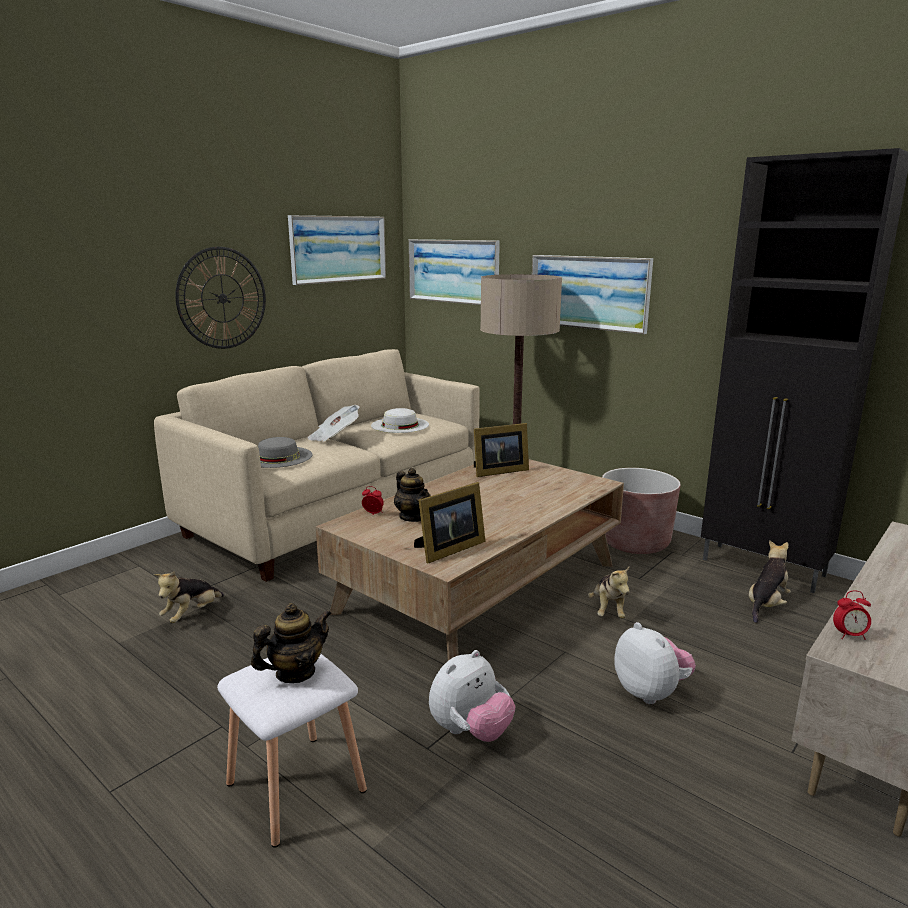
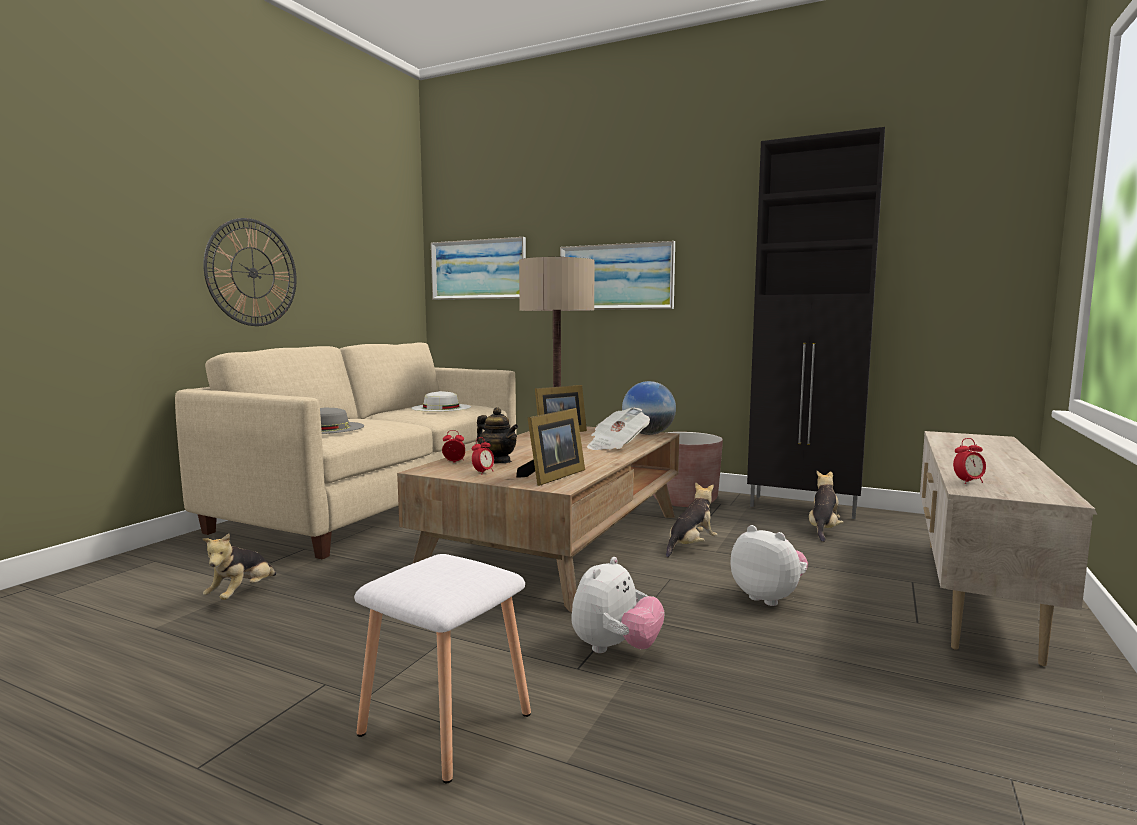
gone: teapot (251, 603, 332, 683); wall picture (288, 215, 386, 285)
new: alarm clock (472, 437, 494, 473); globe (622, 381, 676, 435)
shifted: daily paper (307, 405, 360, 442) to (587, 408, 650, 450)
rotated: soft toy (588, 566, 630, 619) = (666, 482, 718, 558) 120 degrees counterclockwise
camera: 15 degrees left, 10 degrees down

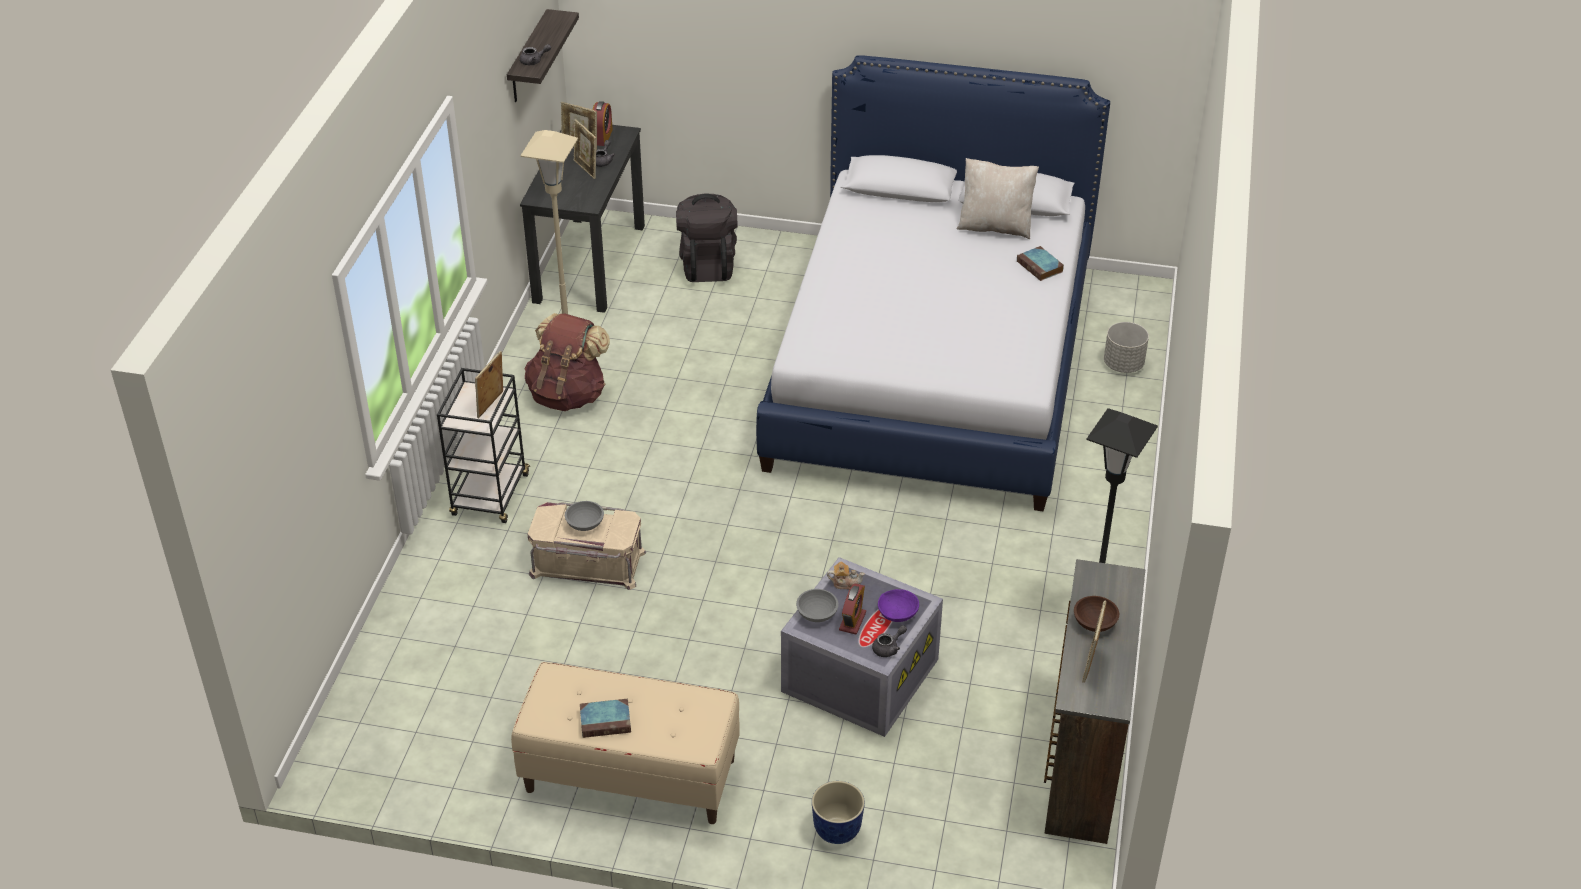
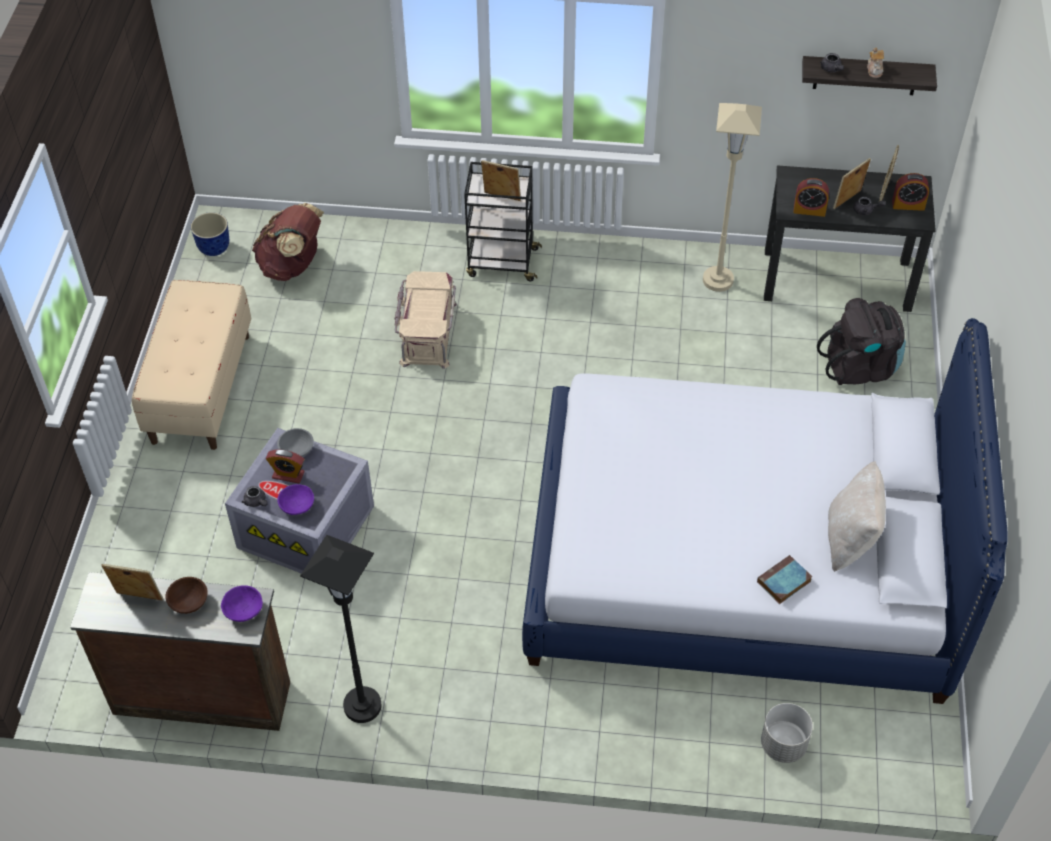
gone: gray serving bowl (565, 501, 604, 531); volume (580, 699, 631, 738)
new: purple-coloured serving bowl (221, 585, 263, 622); alarm clock (793, 178, 829, 217)
shifted: brown knapsack (525, 313, 610, 411) to (252, 203, 324, 281); flower pot (812, 781, 865, 844) to (191, 212, 229, 256); teapot (827, 561, 865, 590) to (867, 47, 884, 78)
camera: 85 degrees right, 10 degrees up

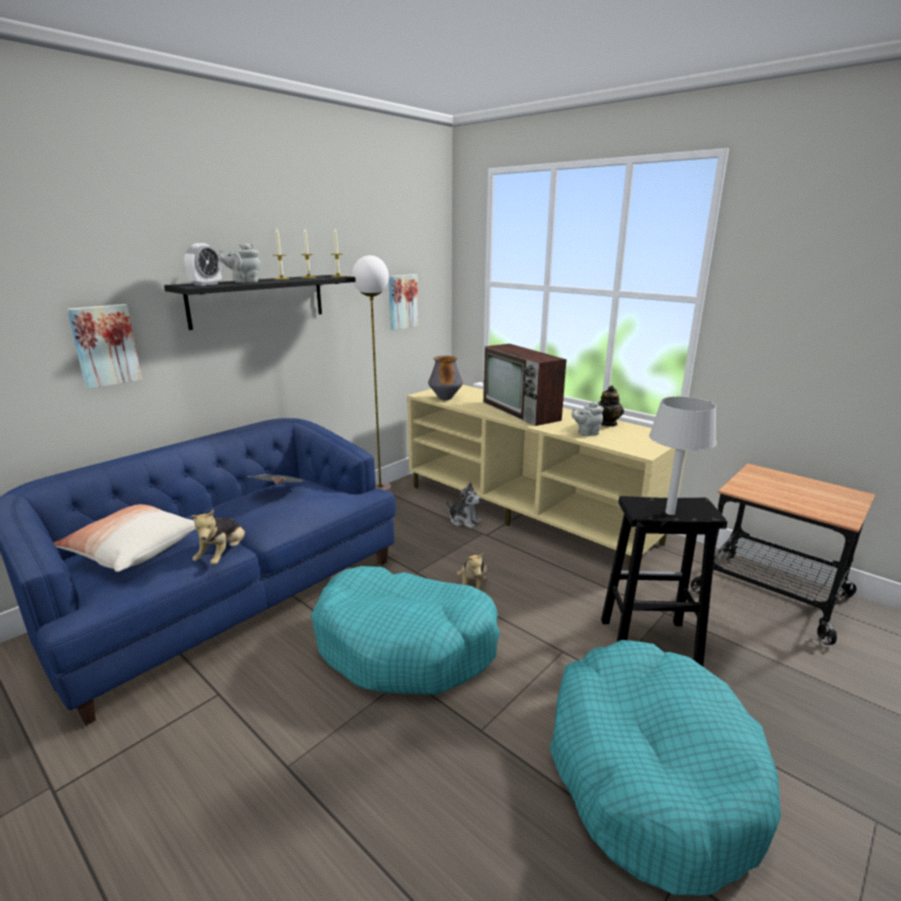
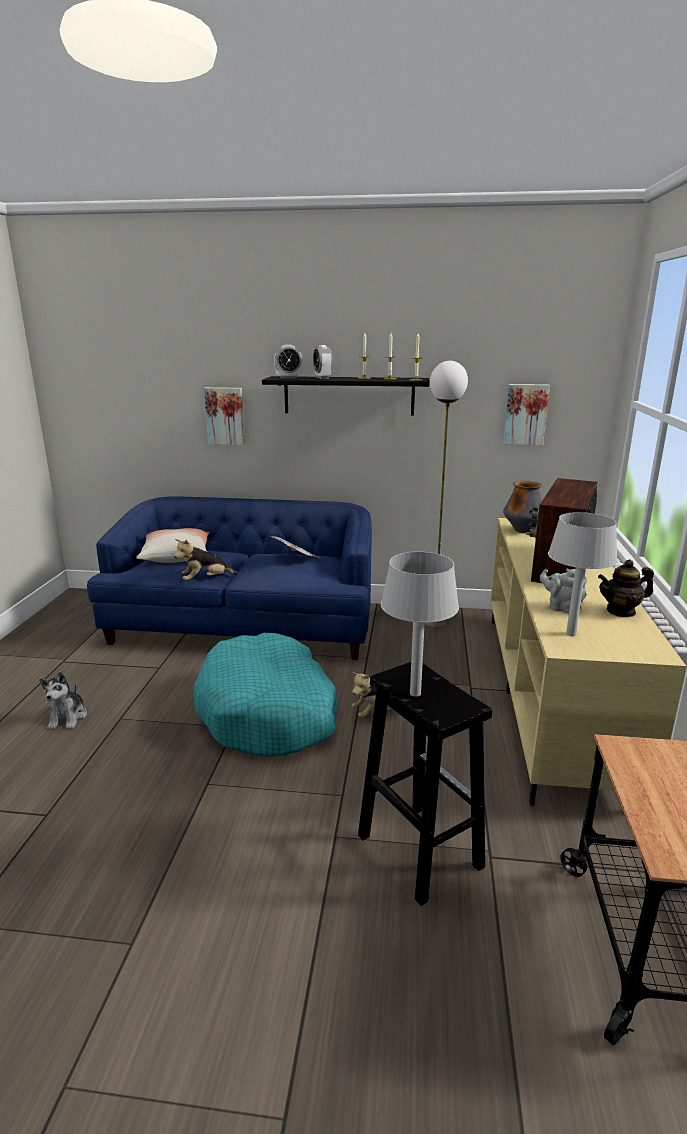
gone: turquoise-coloured pet bed (550, 640, 781, 896)
new: gray lamp for a table (548, 512, 618, 636)
shifted: soft toy (446, 483, 482, 529) to (39, 672, 87, 729)
swapped: gray teapot (219, 243, 261, 283) to alarm clock (313, 345, 333, 379)
camera: 55 degrees right, 0 degrees up

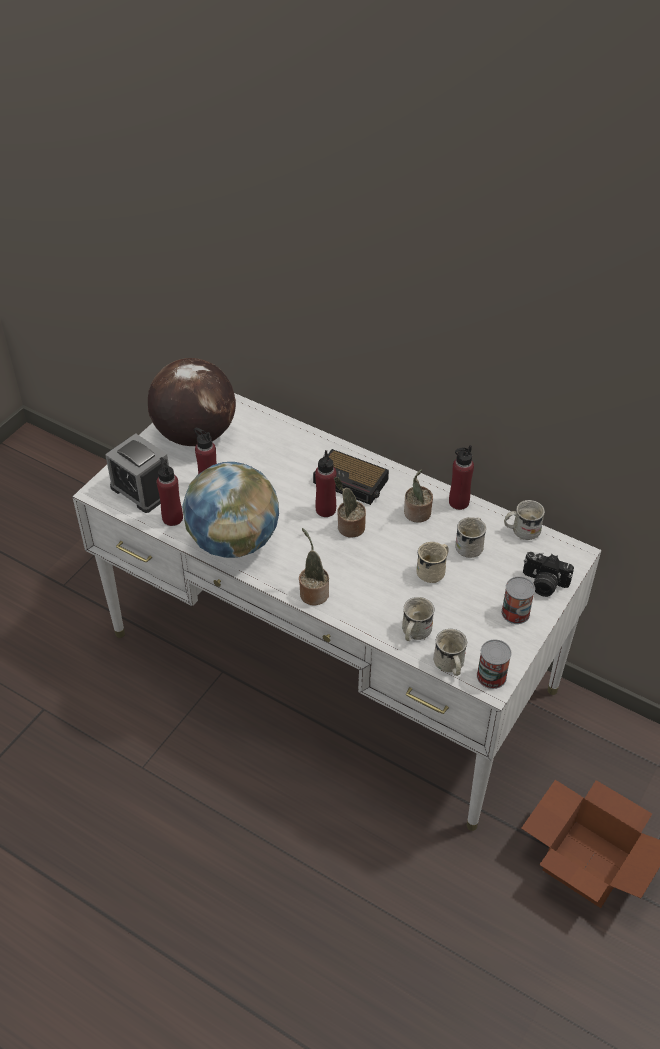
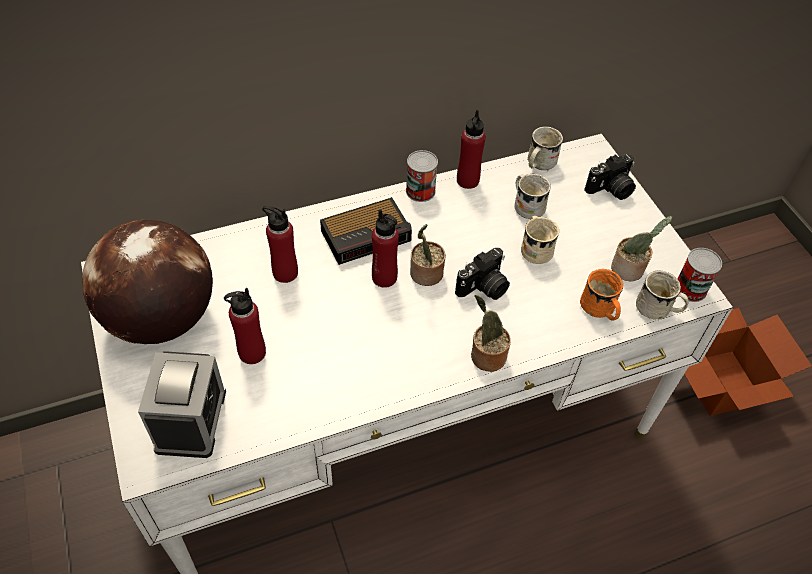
gone: globe (182, 462, 279, 558)
new: photo camera (455, 248, 510, 300)
shifted: red-coloured drink bottle (157, 457, 183, 526) to (262, 206, 298, 283); houseplant (404, 469, 433, 523) to (611, 216, 672, 281); metal can (501, 577, 535, 624) to (406, 150, 438, 202)
repainted: white-coloured mug (402, 597, 435, 641) to orange mug (580, 269, 623, 321)
rotated: alarm clock (105, 433, 169, 513) = (138, 351, 226, 458) 75 degrees counterclockwise
camera: 55 degrees left, 5 degrees up

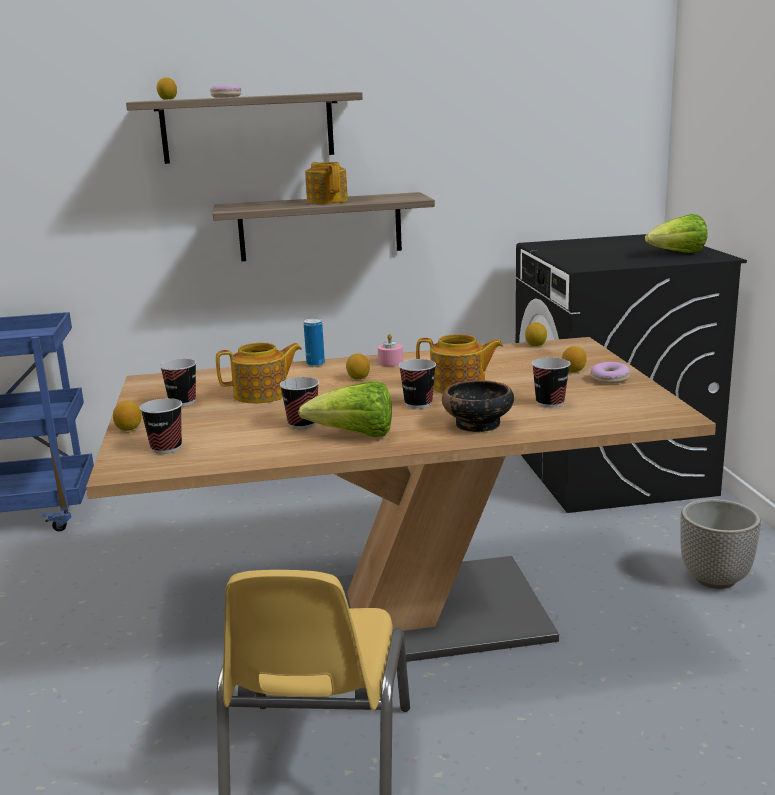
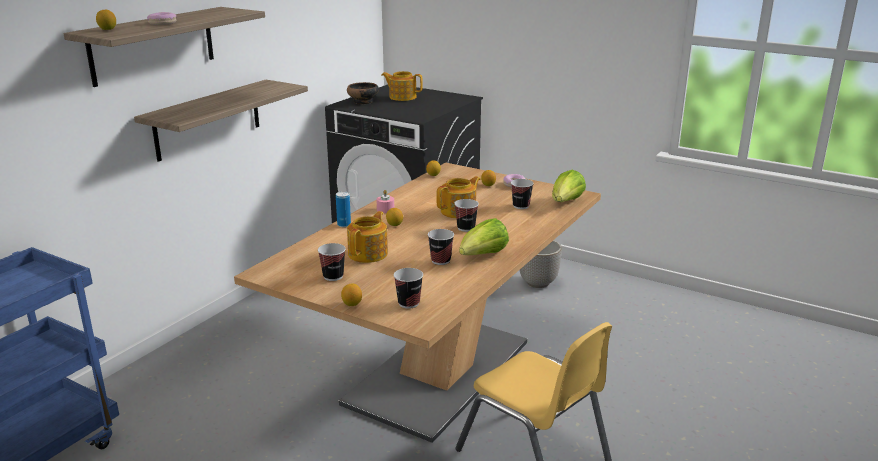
shifted: teapot (305, 162, 348, 204) to (381, 71, 423, 101); serving bowl (442, 380, 514, 432) to (347, 82, 379, 104); head of lettuce (645, 214, 708, 253) to (552, 170, 586, 202)
camera: 50 degrees left, 5 degrees up

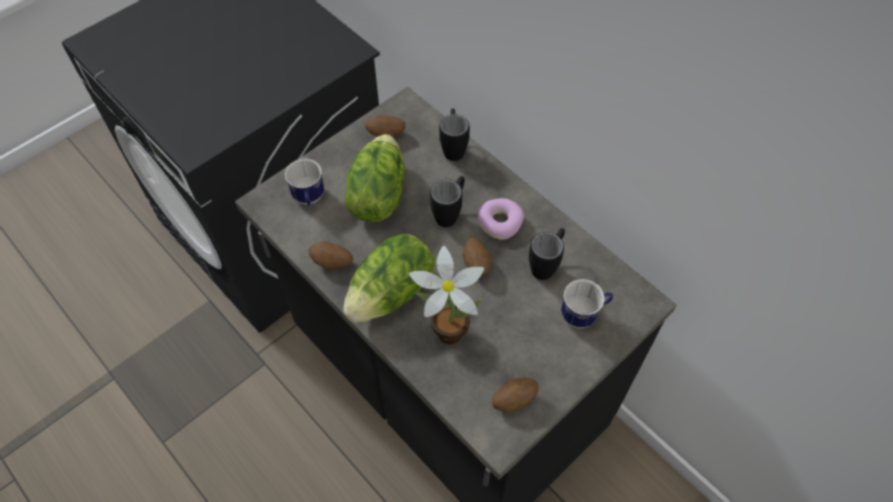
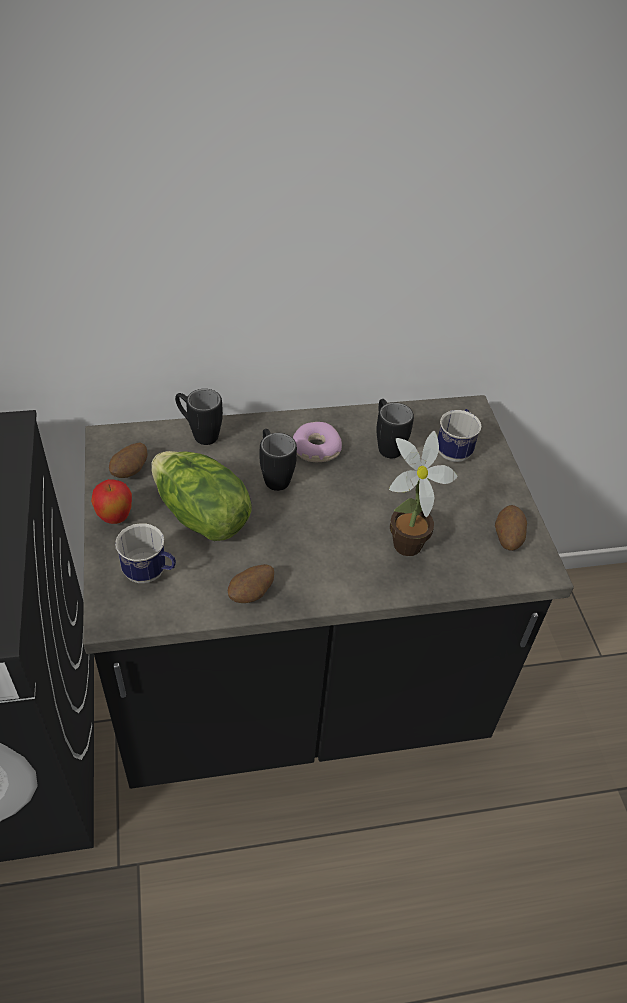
gone: head of lettuce (343, 234, 435, 323); potato (463, 237, 492, 275)
new: whole apple (91, 479, 132, 524)
camera: 60 degrees left, 10 degrees down

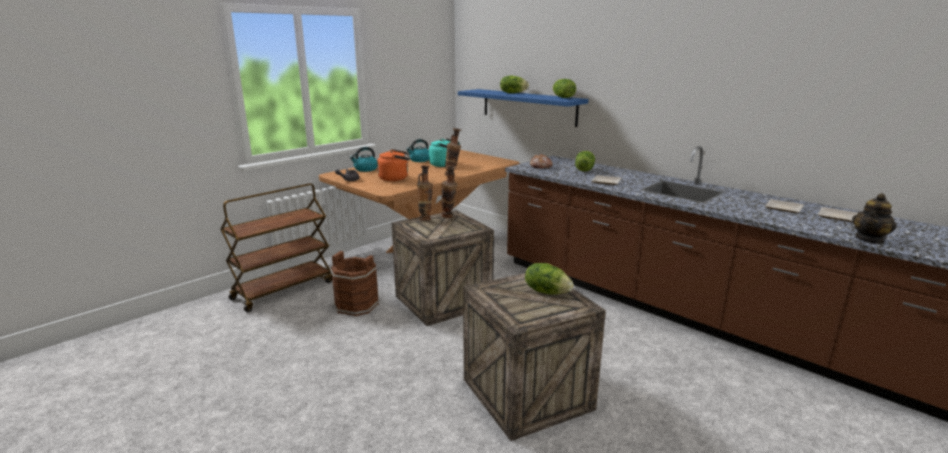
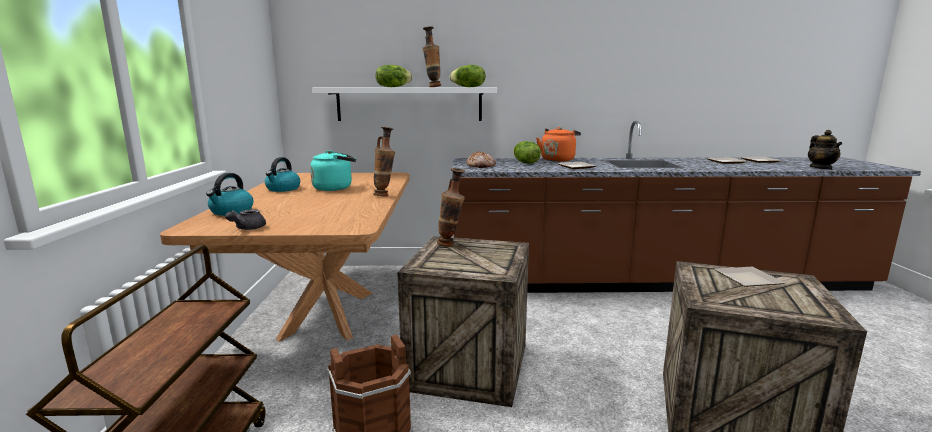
shifted: orange tea kettle (377, 149, 410, 181) to (536, 127, 581, 162); vase (417, 165, 433, 221) to (422, 26, 441, 87)
swapped: head of lettuce (525, 263, 573, 295) to dinner plate (715, 267, 785, 287)
repainted: blue-coloured bracket shelf (458, 89, 588, 127) to white-coloured bracket shelf (312, 88, 497, 121)
camera: 45 degrees left, 5 degrees down

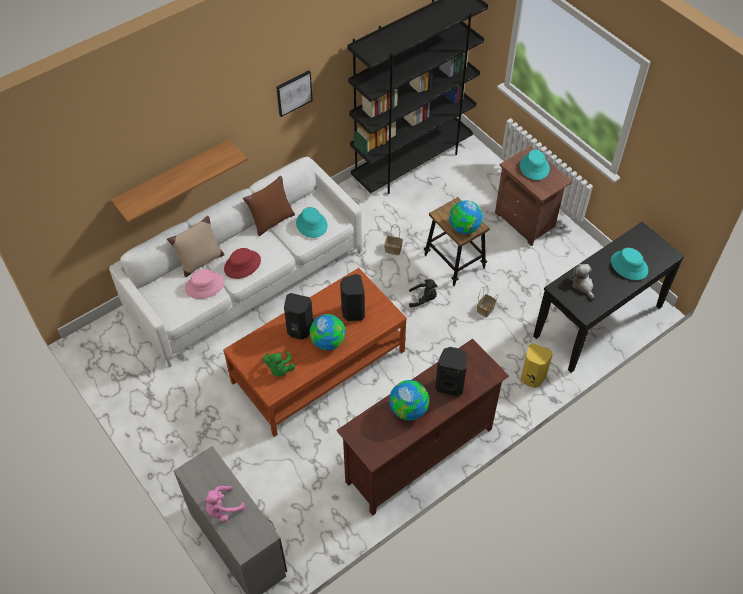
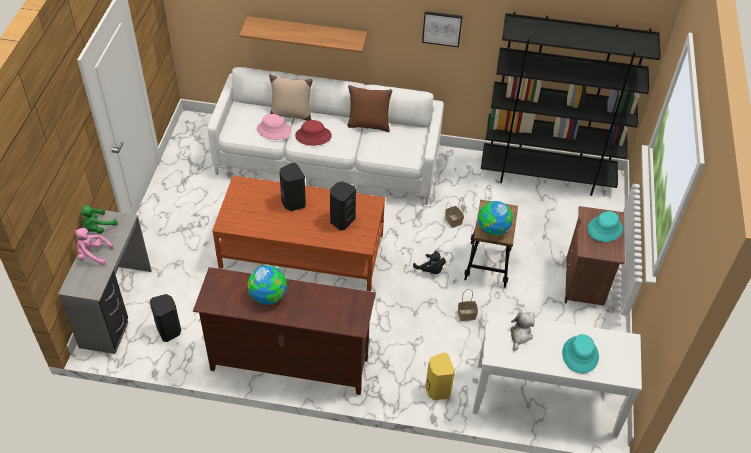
gone: turquoise-coloured clothing hat (296, 207, 328, 238); globe (310, 314, 345, 350)
shifted: greenish soft toy (263, 351, 295, 377) to (79, 205, 118, 234); blackish speaker (435, 347, 467, 397) to (150, 294, 181, 342)
repainted: blackish console table (533, 222, 685, 373) to white-coloured console table (472, 311, 642, 437)
camera: 45 degrees right, 5 degrees down

